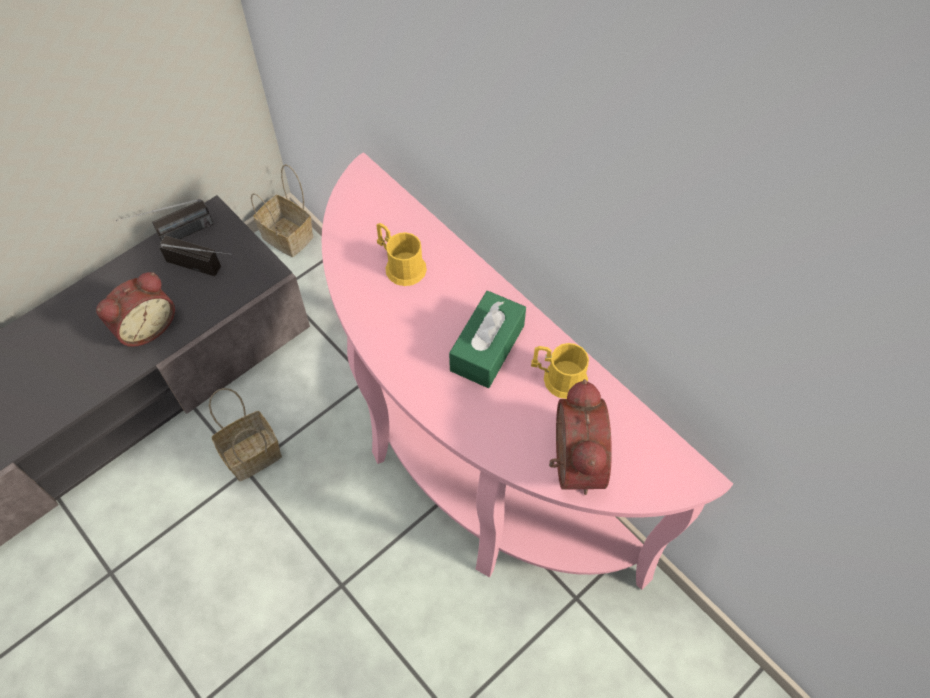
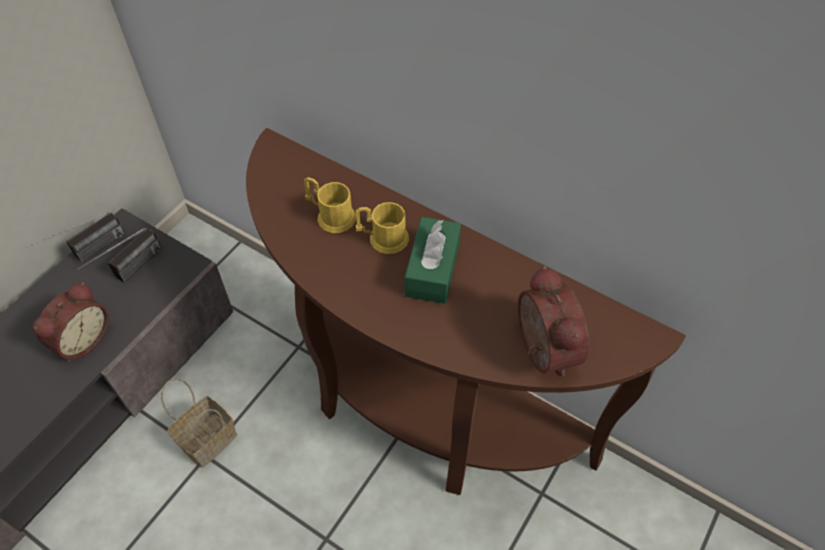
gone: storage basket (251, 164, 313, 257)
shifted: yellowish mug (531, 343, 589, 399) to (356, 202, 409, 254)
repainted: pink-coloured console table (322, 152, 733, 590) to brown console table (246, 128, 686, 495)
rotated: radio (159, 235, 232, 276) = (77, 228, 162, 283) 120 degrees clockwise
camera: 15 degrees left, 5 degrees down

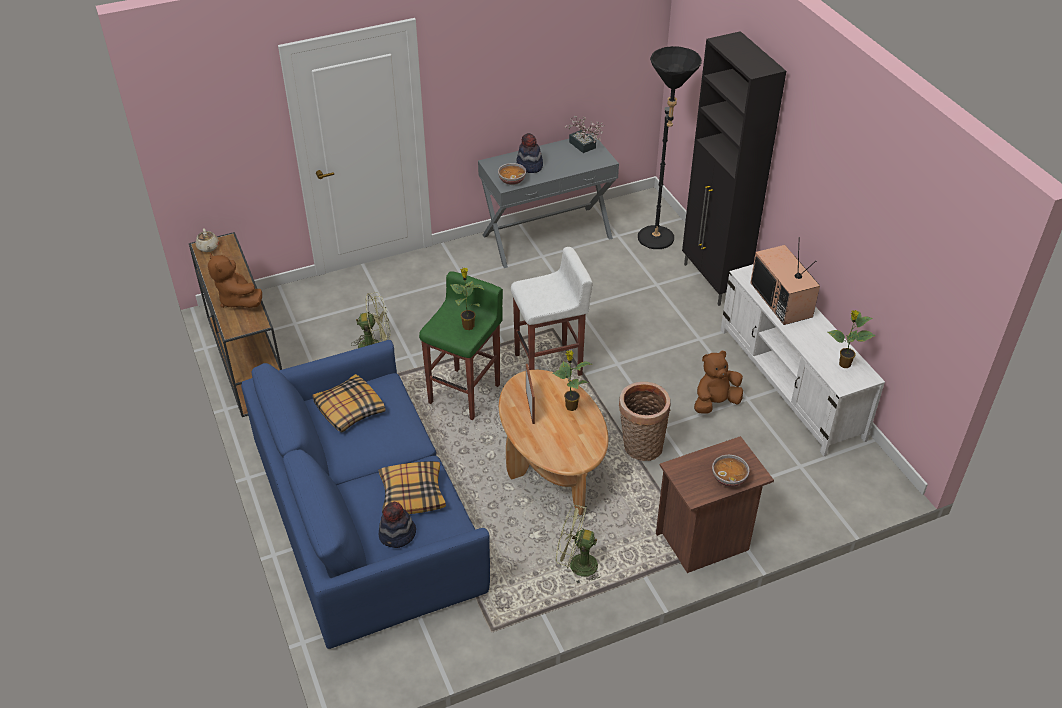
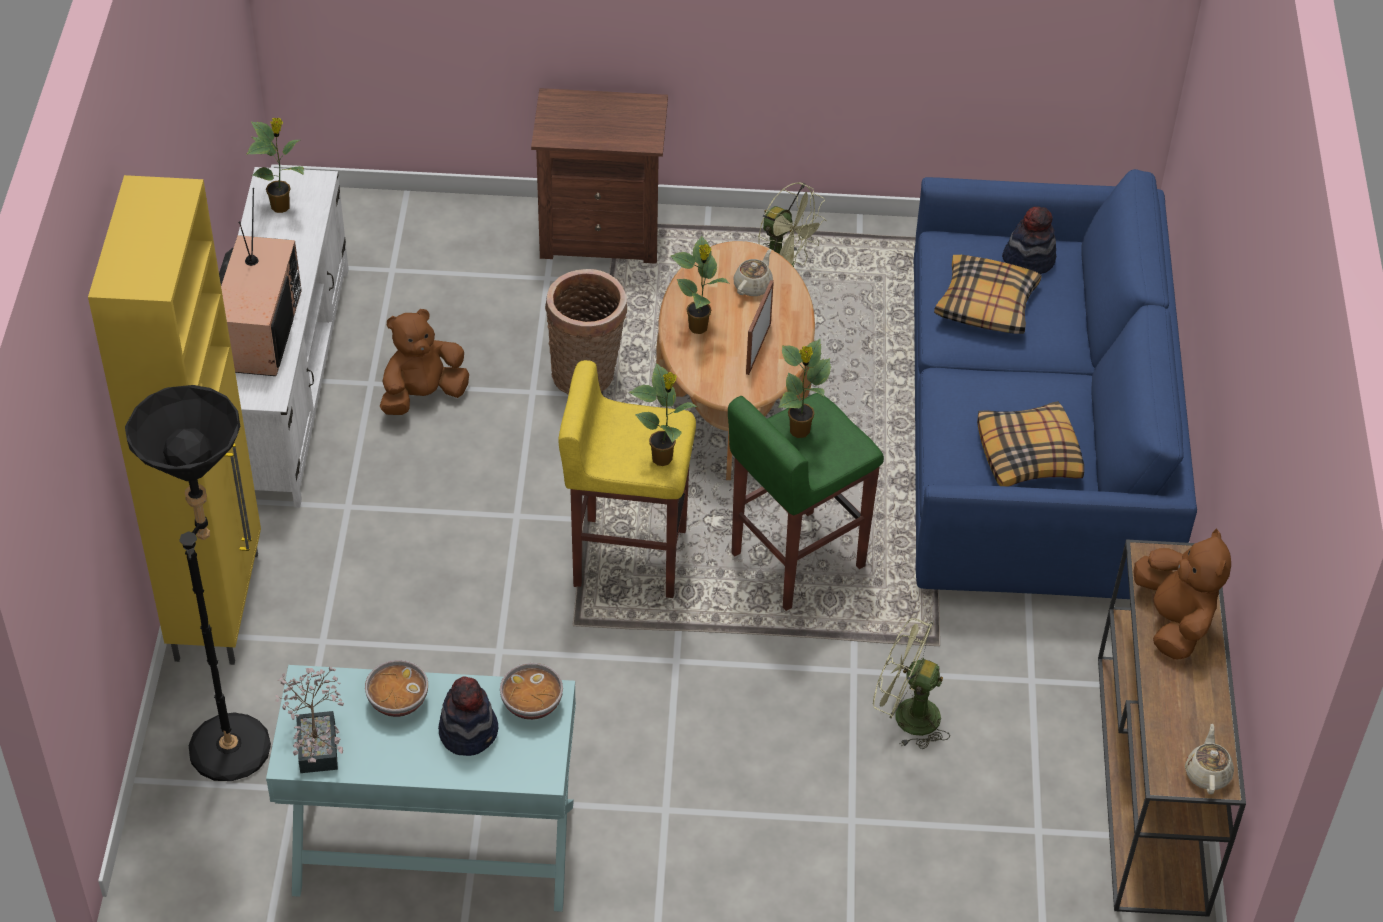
new: houseplant (629, 363, 698, 466); sand-coloured teapot (733, 249, 773, 296)
shifted: serving bowl (712, 455, 749, 487) to (365, 660, 428, 717)
repainted: gray console table (478, 133, 619, 268) to turquoise-coloured console table (266, 665, 576, 912); white-coloured stool seat (511, 247, 593, 376) to yellowish stool seat (558, 360, 696, 598); blackish storage cabinet (682, 31, 786, 306) to yellowish storage cabinet (88, 175, 261, 665)
rotated: brown soft toy (694, 351, 743, 414) = (380, 309, 469, 415) 150 degrees clockwise
camera: 155 degrees left, 5 degrees up

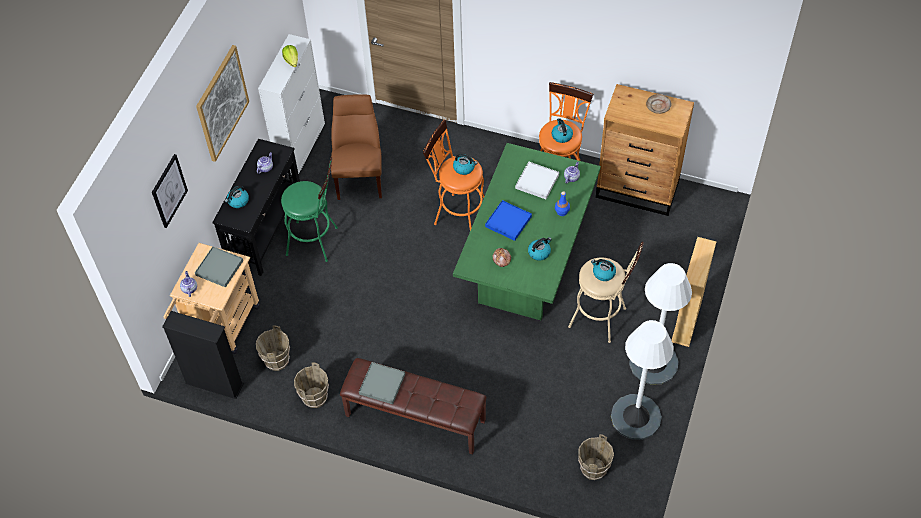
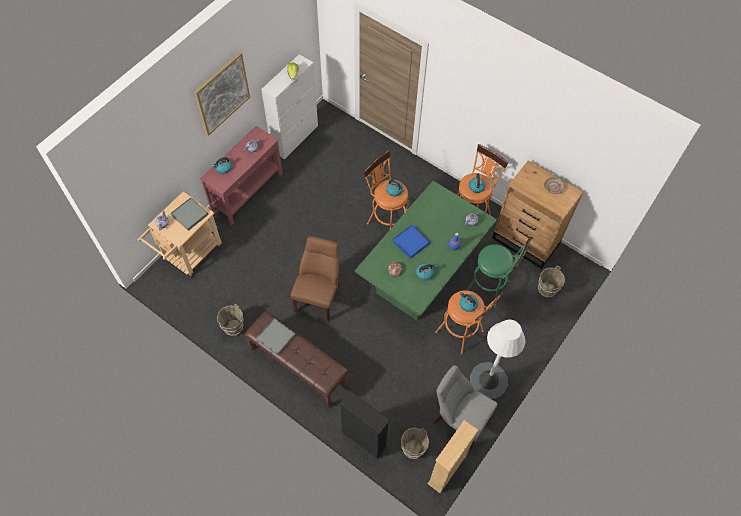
gone: wall picture (152, 154, 188, 228); white-coloured serving tray (515, 161, 559, 199)
shifted: blackish shelving unit (162, 311, 244, 399) to (339, 391, 390, 459); brown pail (256, 325, 290, 371) to (538, 266, 565, 298); greenish stool seat (281, 157, 338, 262) to (467, 237, 531, 307); brown plain chair (331, 94, 382, 200) to (291, 236, 340, 321); sand-coloured shelving unit (672, 237, 716, 347) to (427, 420, 478, 493)
swapped: white-coloured floor lamp (611, 320, 674, 440) to gray plain chair (433, 365, 498, 449)
repainted: blackish console table (212, 139, 300, 276) to red-coloured console table (200, 126, 283, 225); sand-coloured stool seat (568, 242, 644, 343) to orange stool seat (435, 290, 503, 354)
camera: 15 degrees right, 5 degrees up

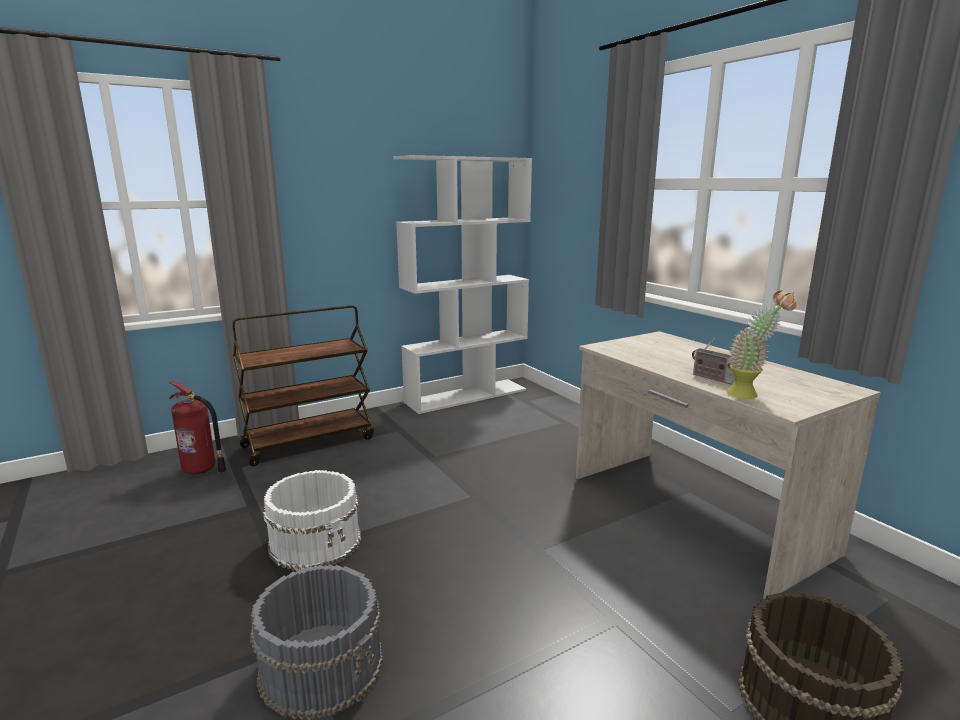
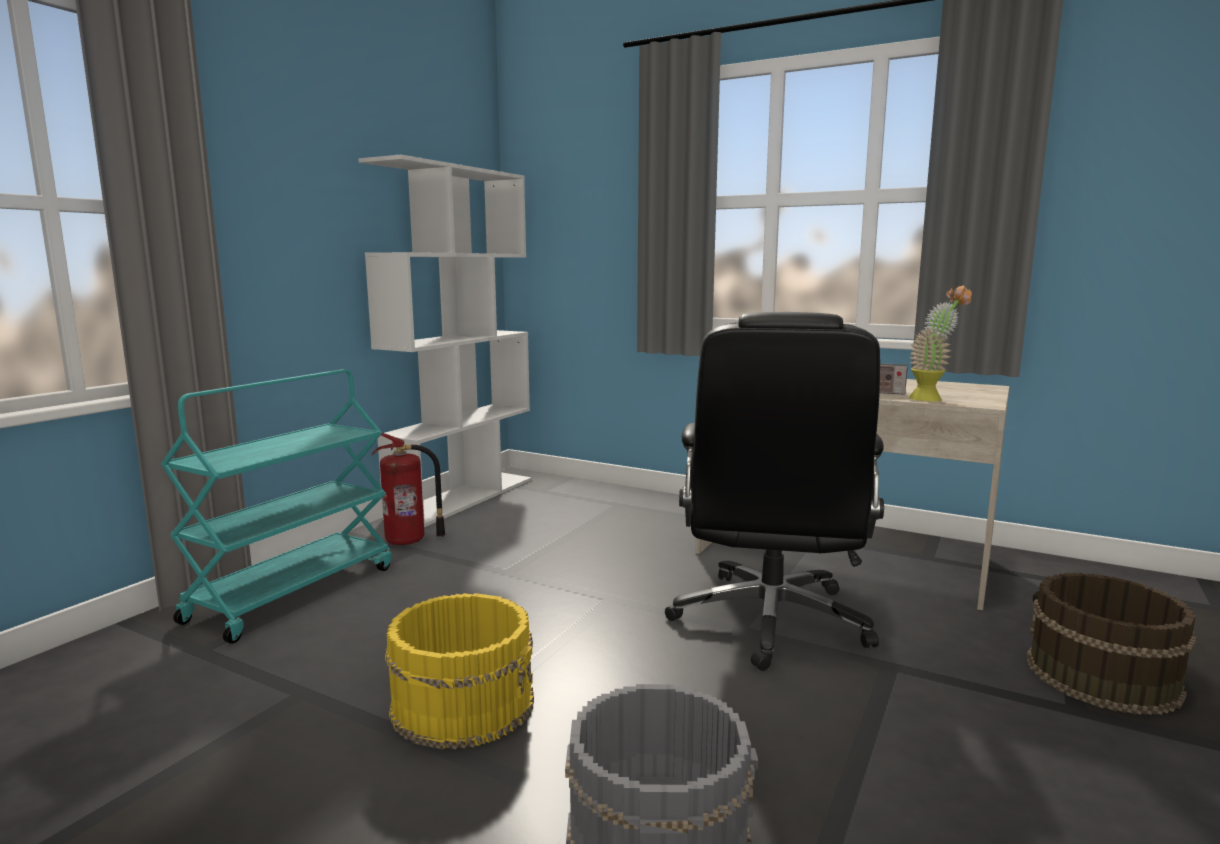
new: blackish computer chair (665, 312, 884, 671)
shifted: fire-fighting cylinder (169, 381, 226, 474) to (372, 433, 446, 545)
repainted: brown trolley (232, 305, 374, 466) to turquoise-coloured trolley (161, 369, 392, 644); white-coloured pail (263, 470, 361, 571) to yellowish pail (385, 593, 534, 750)
camera: 30 degrees left, 5 degrees down

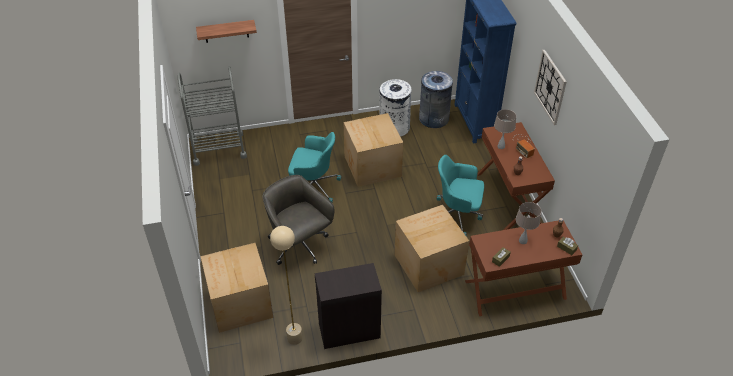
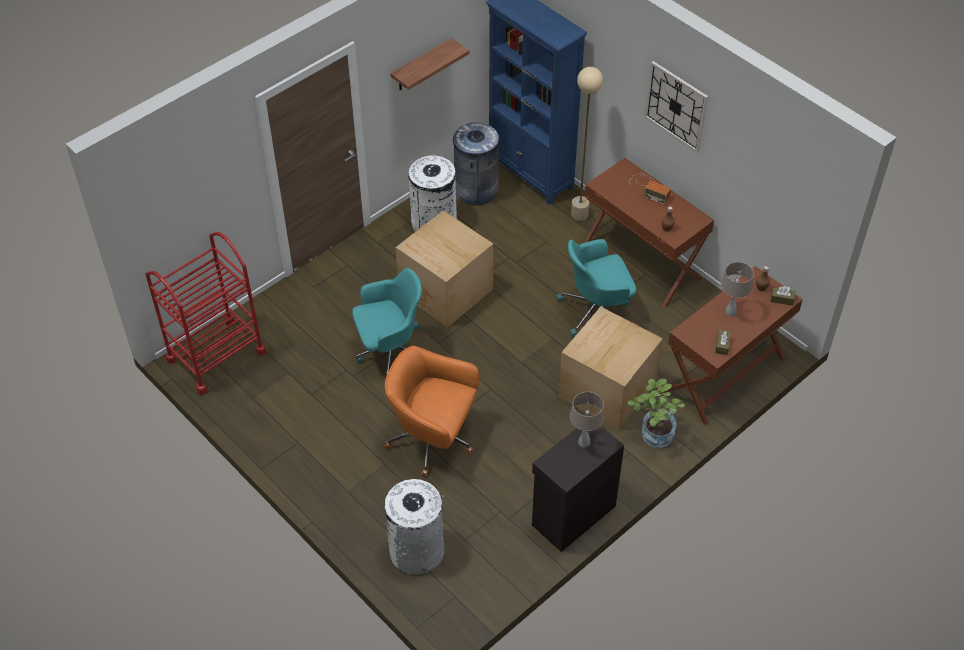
new: houseplant (628, 379, 685, 448)
shifted: bracket shelf (196, 20, 257, 43) to (391, 38, 470, 90); sand-coloured floor lamp (270, 226, 302, 345) to (571, 67, 603, 221); sand-coloured lamp for a table (494, 109, 516, 149) to (570, 392, 604, 448)
swapped: packing box (201, 243, 273, 333) to white-coloured rubbish bin (384, 479, 445, 575)
repainted: gray trolley (177, 66, 247, 166) to red-coloured trolley (145, 232, 266, 395); gray computer chair (262, 175, 335, 265) to orange computer chair (384, 346, 479, 477)
camera: 30 degrees left, 5 degrees up

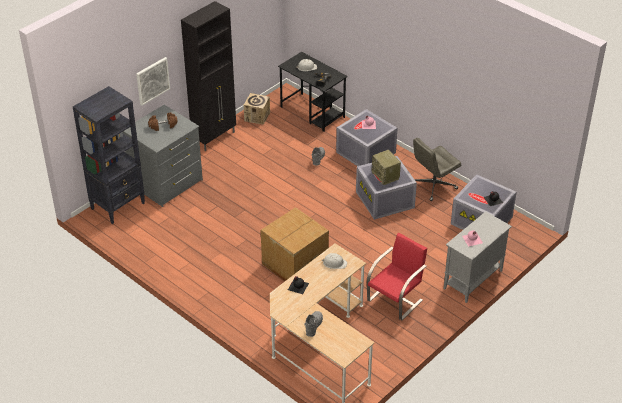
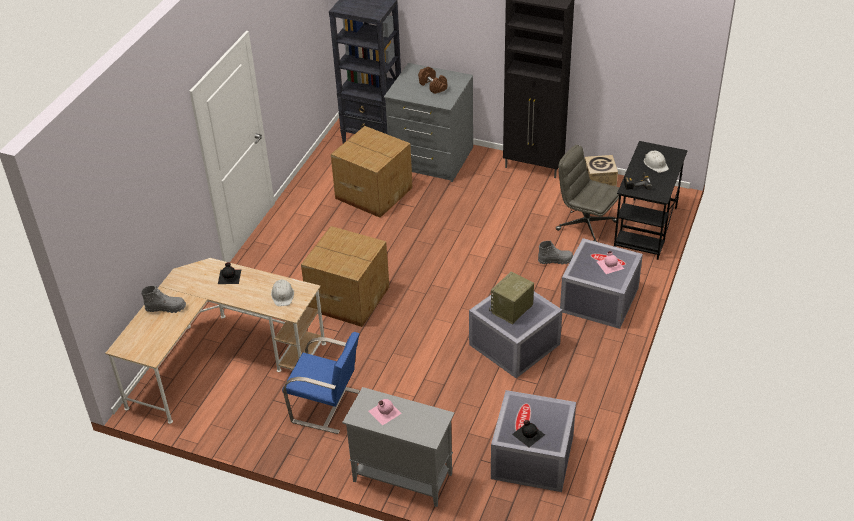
gone: wall picture (136, 57, 170, 105)
new: packing box (331, 126, 413, 218)
shifted: gray computer chair (413, 138, 461, 201) to (556, 145, 619, 242)
repainted: red-coloured plain chair (367, 233, 427, 320) to blue-coloured plain chair (282, 332, 360, 434)
camera: 70 degrees right, 0 degrees up

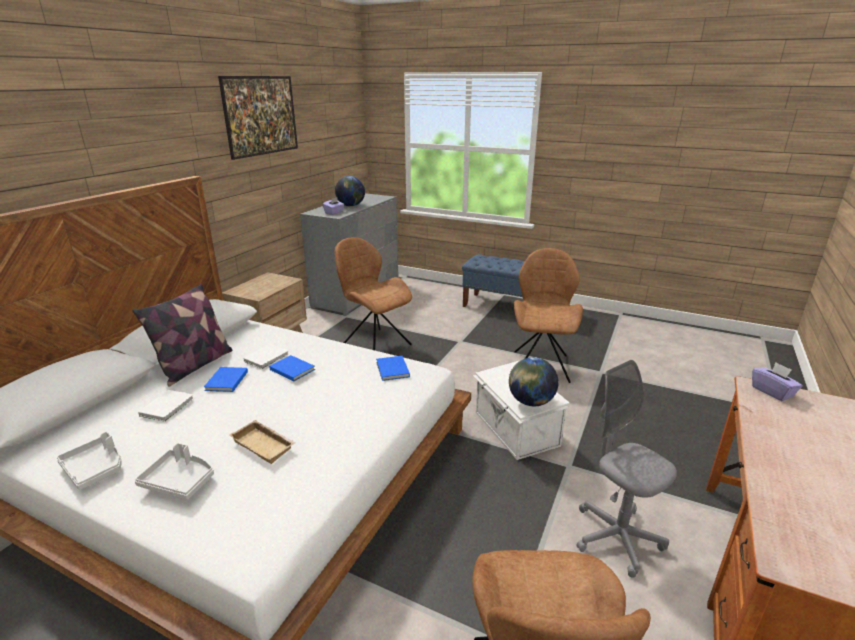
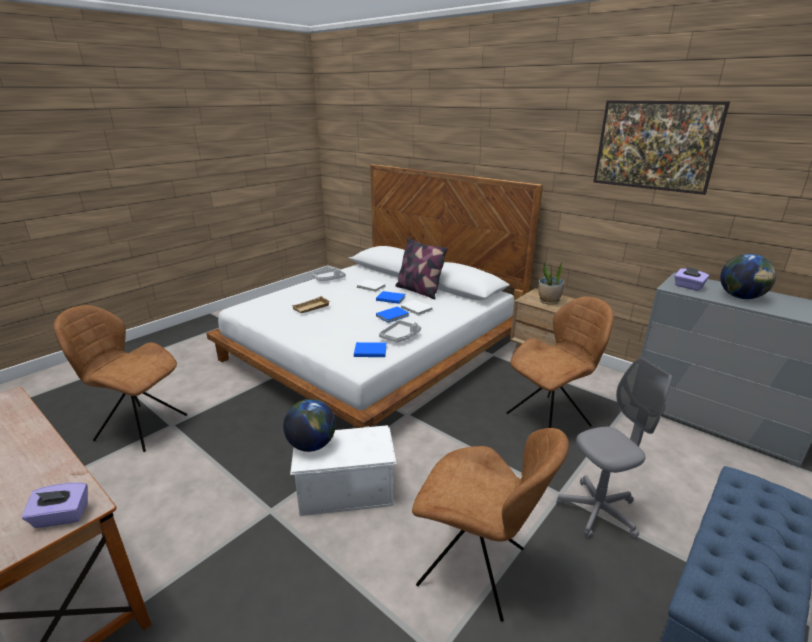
new: houseplant (538, 262, 564, 305)
shifted: gray serving tray (135, 443, 214, 500) to (379, 320, 421, 343); gray computer chair (577, 360, 677, 578) to (556, 358, 672, 539)
camera: 105 degrees right, 0 degrees up

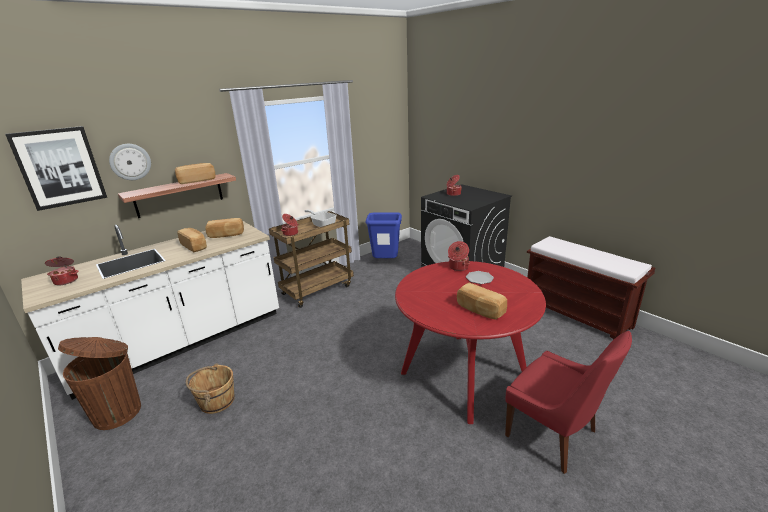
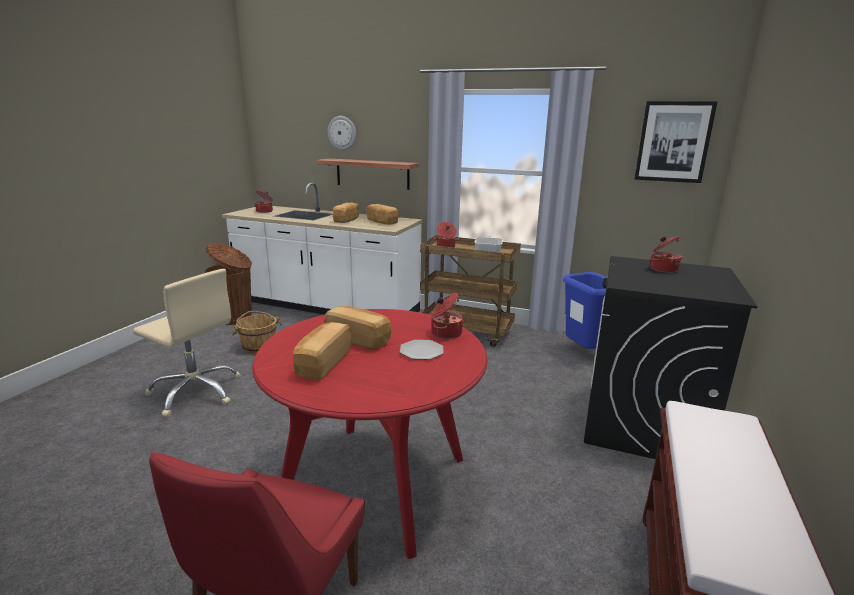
new: sand-coloured computer chair (133, 269, 241, 417)
shifted: wall picture (5, 126, 107, 211) to (635, 101, 717, 183); baked bread (175, 163, 216, 184) to (325, 306, 391, 350)
camera: 60 degrees right, 5 degrees down

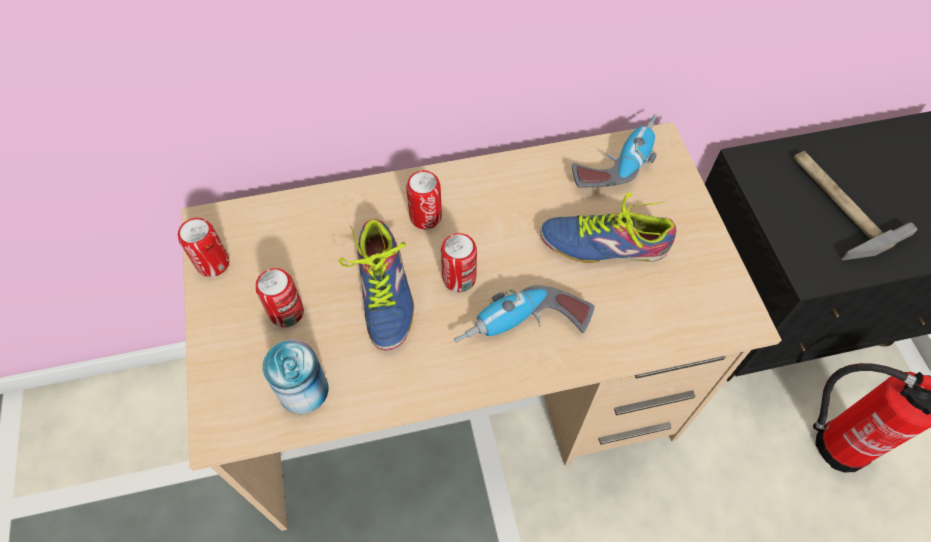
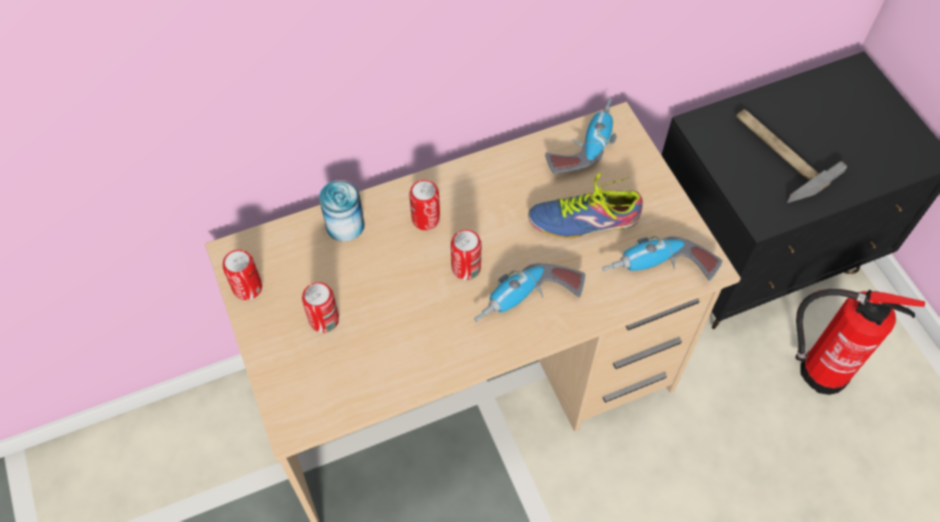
gone: item of footwear (339, 219, 414, 351)
new: power drill (602, 236, 722, 281)
shifted: metal can (263, 340, 328, 414) to (319, 180, 364, 242)
camera: 10 degrees left, 0 degrees up

